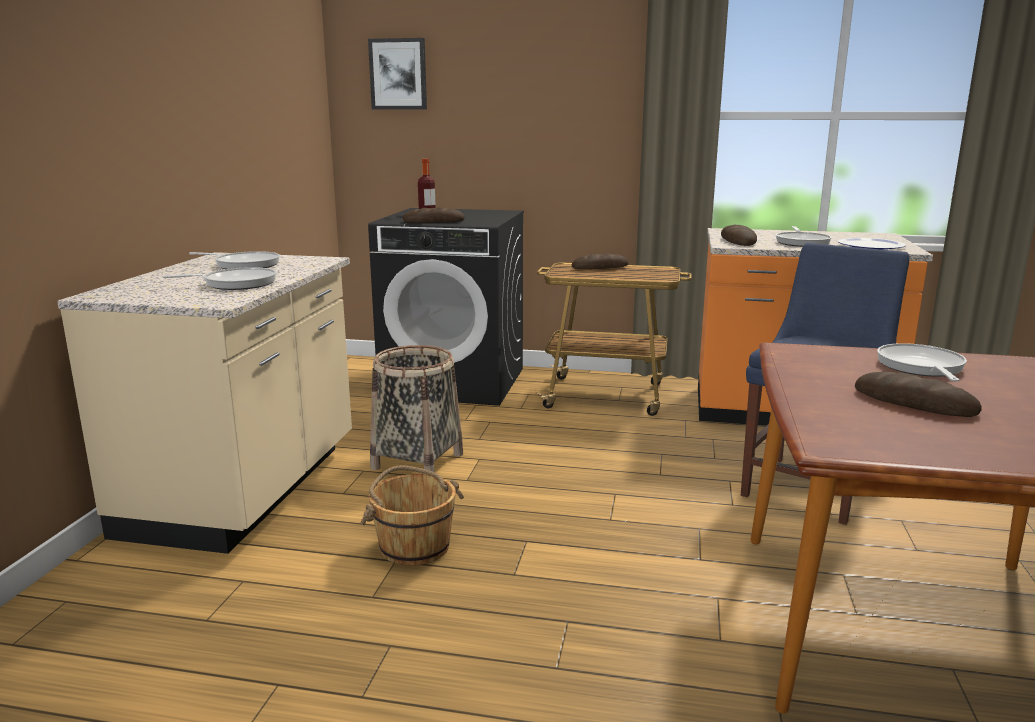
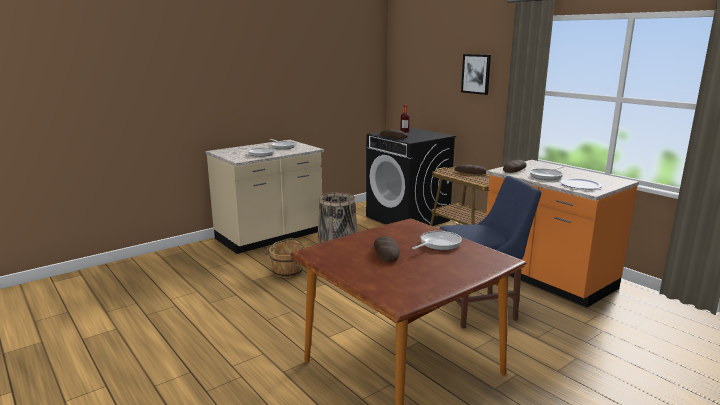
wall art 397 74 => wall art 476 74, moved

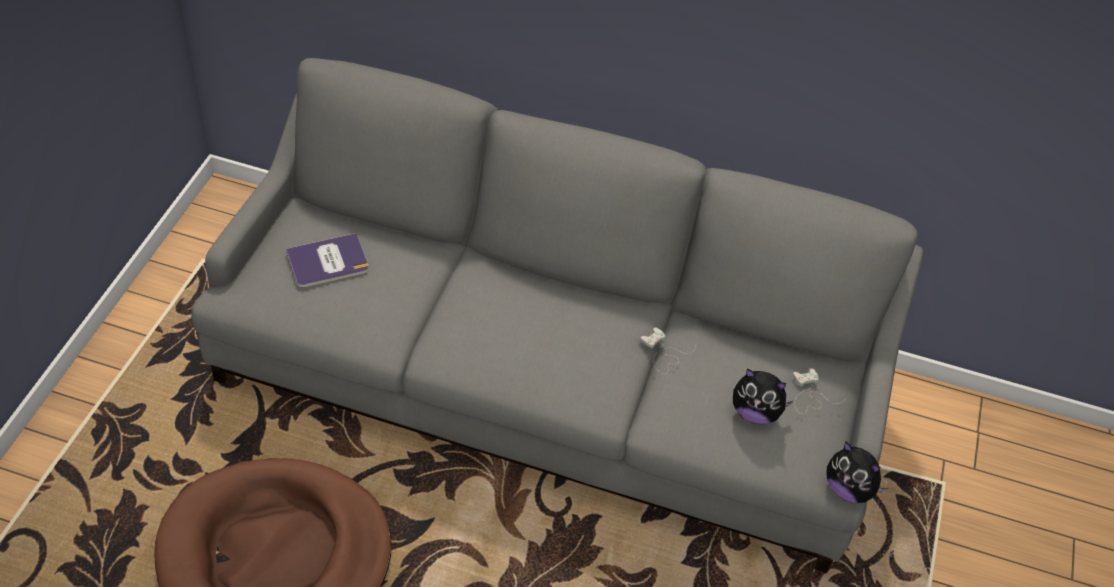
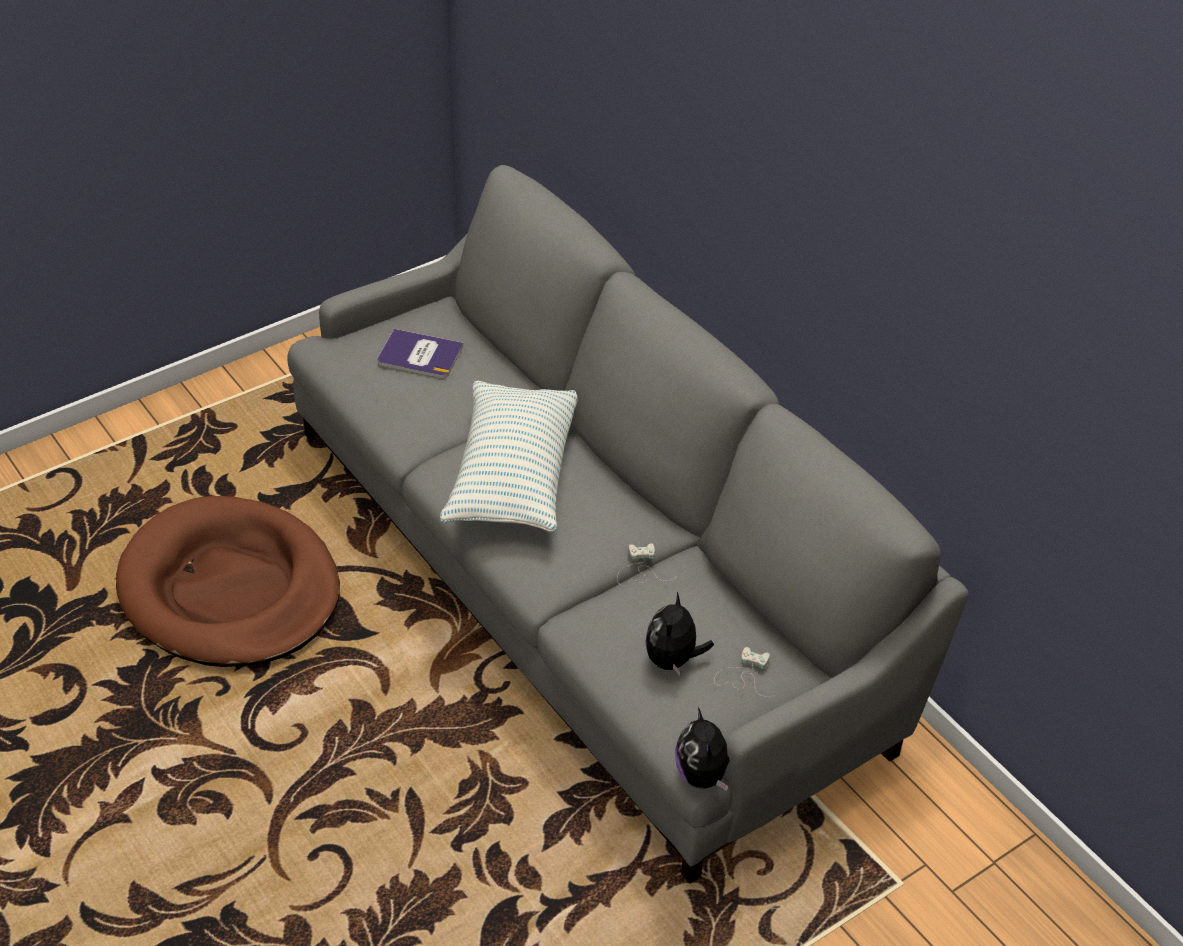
plush toy 763 396 => plush toy 679 634, 45 degrees clockwise
nothing => throw pillow 509 456

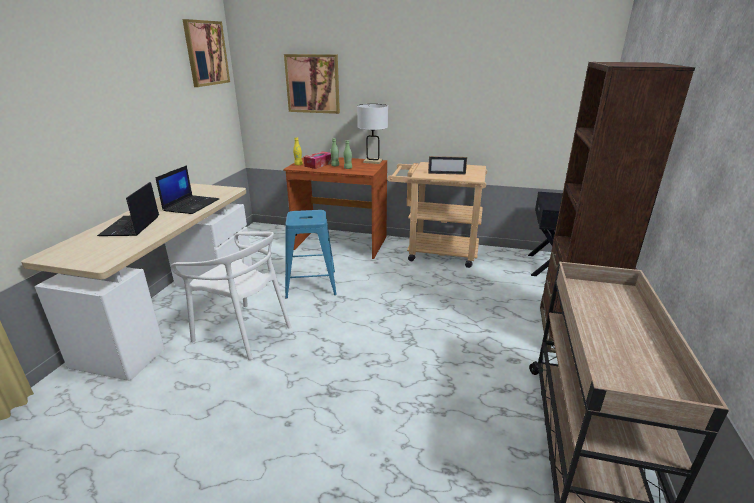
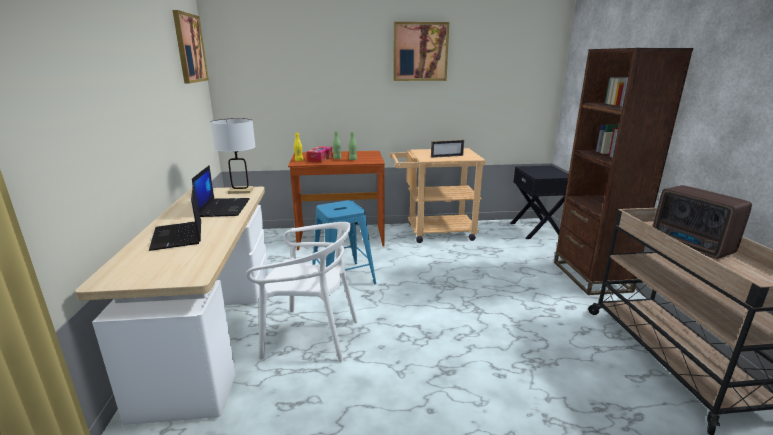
wall art 312 84 => wall art 421 51, moved
tabletop lamp (white-coloured) 372 134 => tabletop lamp (white-coloured) 233 156, moved
nothing => radio 702 222

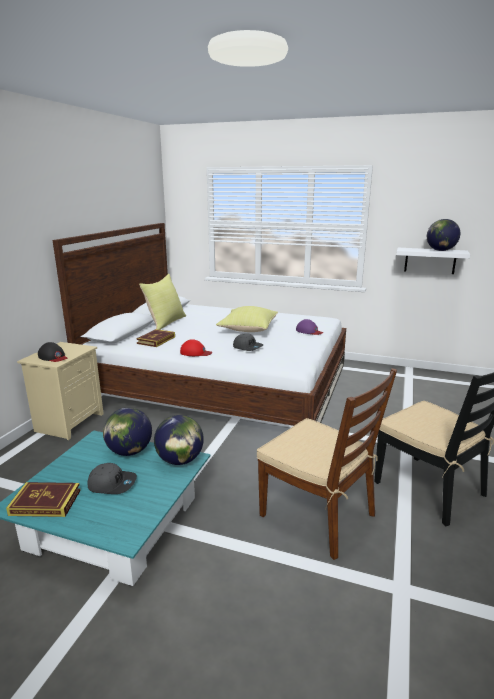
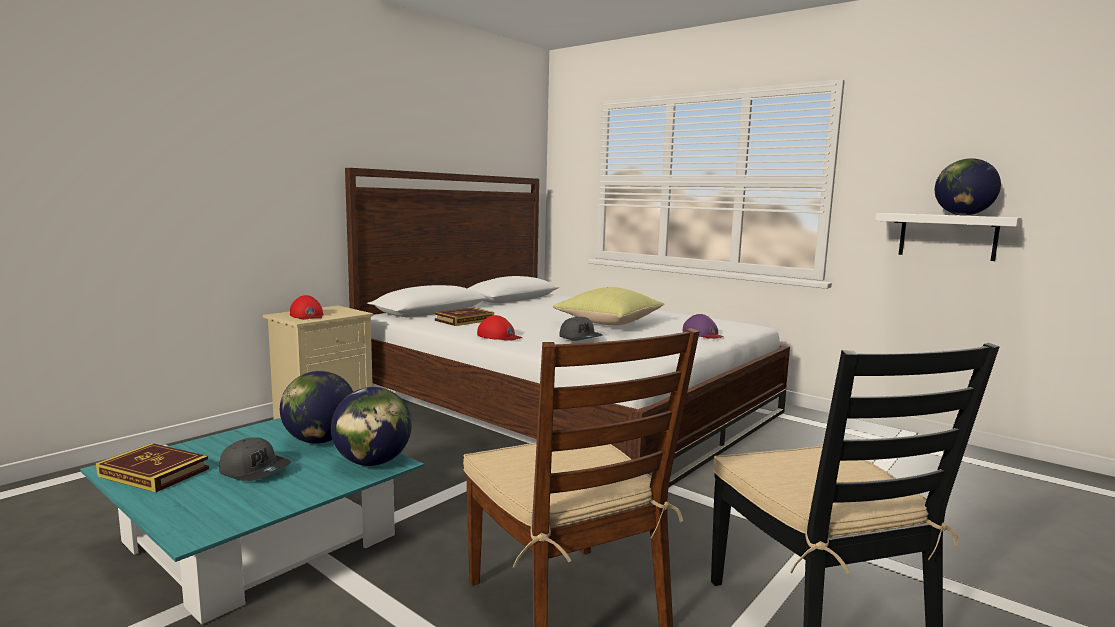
baseball cap (blackish) 52 352 => baseball cap (red-coloured) 306 307
throw pillow (yellow) 162 302 => nothing

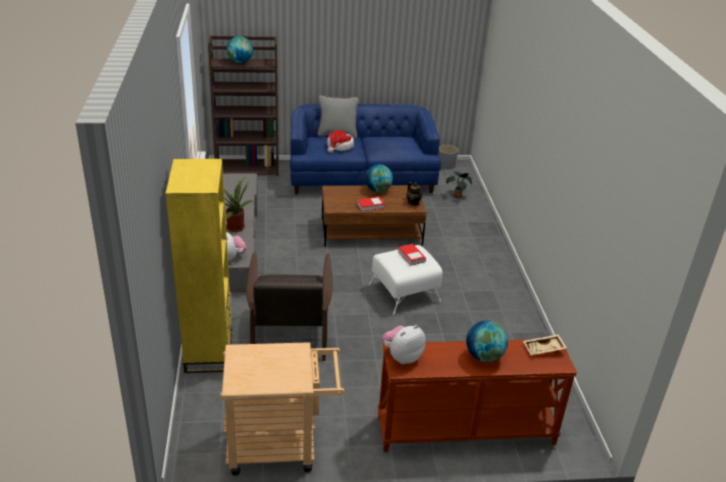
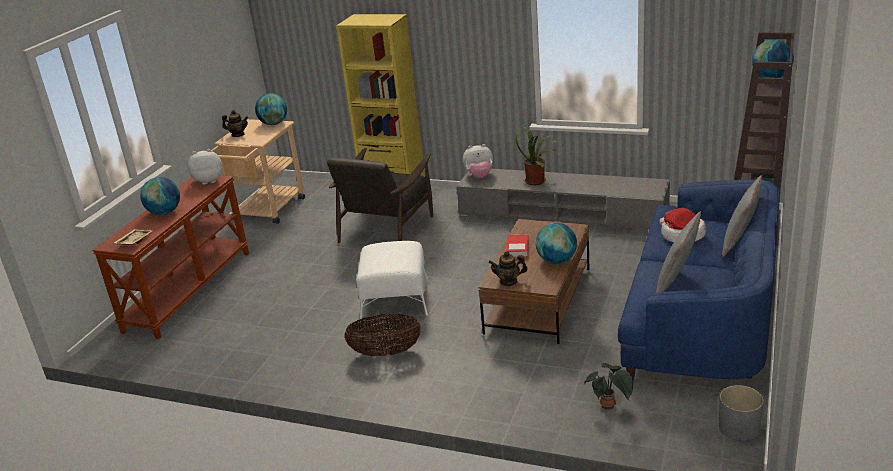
armchair (brown) 289 306 => armchair (brown) 380 195, 90 degrees counterclockwise
plush toy 404 344 => plush toy 205 167, 90 degrees counterclockwise
bound book 412 255 => nothing
nothing => pot for tea 235 123
nothing => world globe 271 109
nothing => household basket 383 335
nothing => throw pillow (gray) 678 252

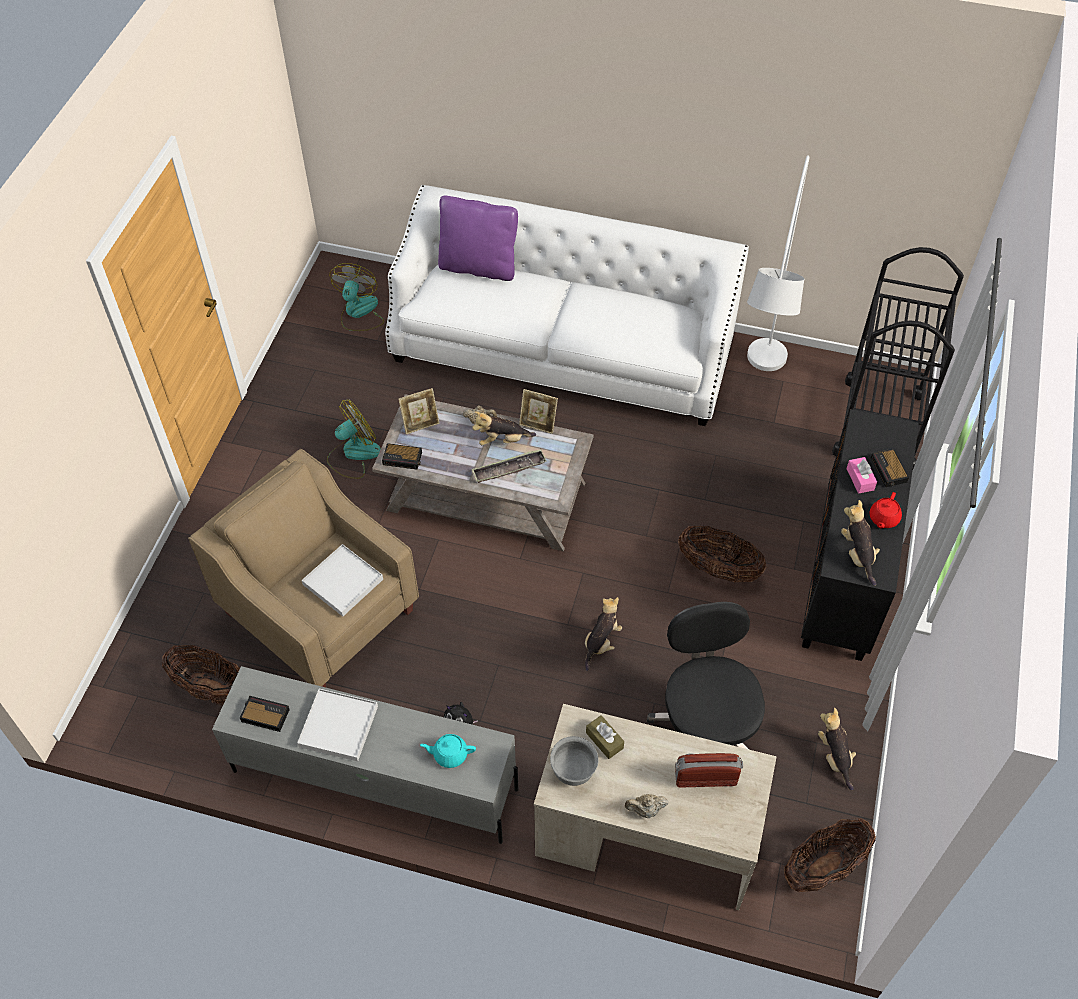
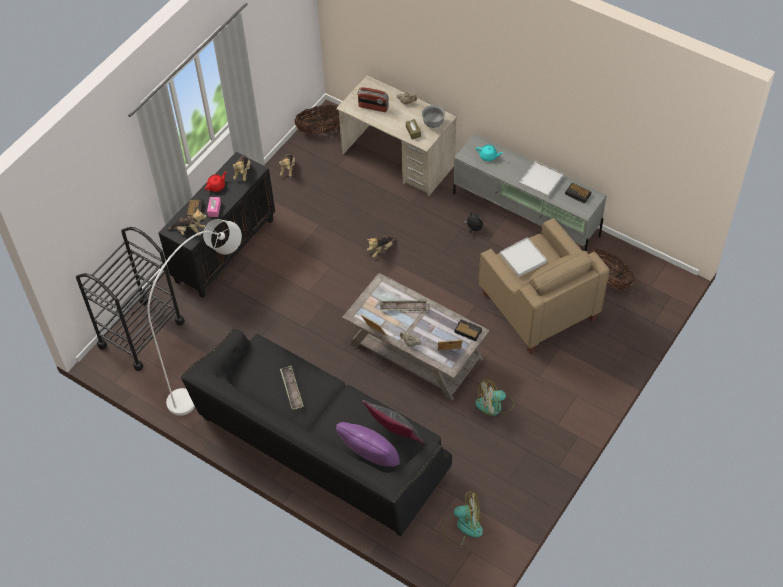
fan 357 297 => fan 463 519, 120 degrees counterclockwise
couch (white-coloured) 567 305 => couch (blackish) 316 432
plush toy 504 428 => plush toy 187 222, moved
desk chair (blackish) 706 675 => nothing
household basket 722 554 => nothing
nothing => tray 292 388
nothing => throw pillow (gray) 393 422

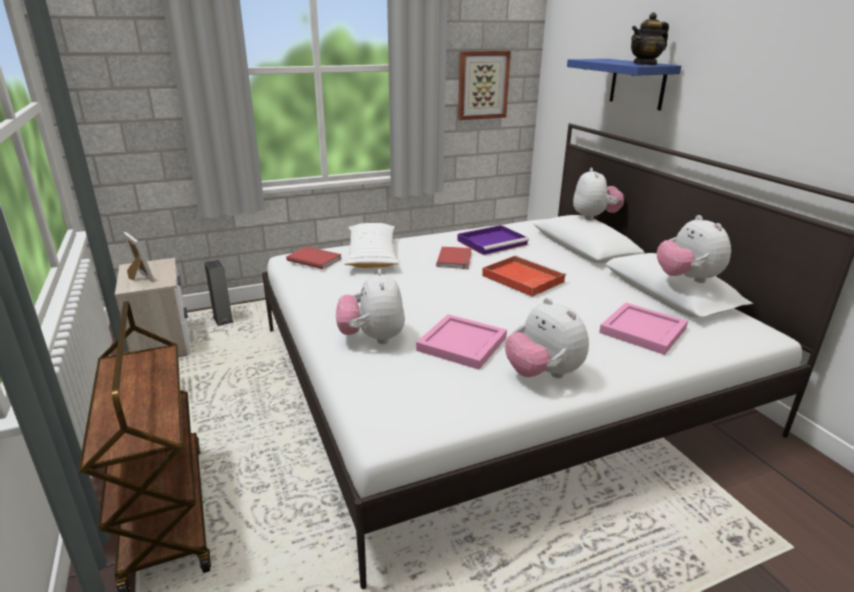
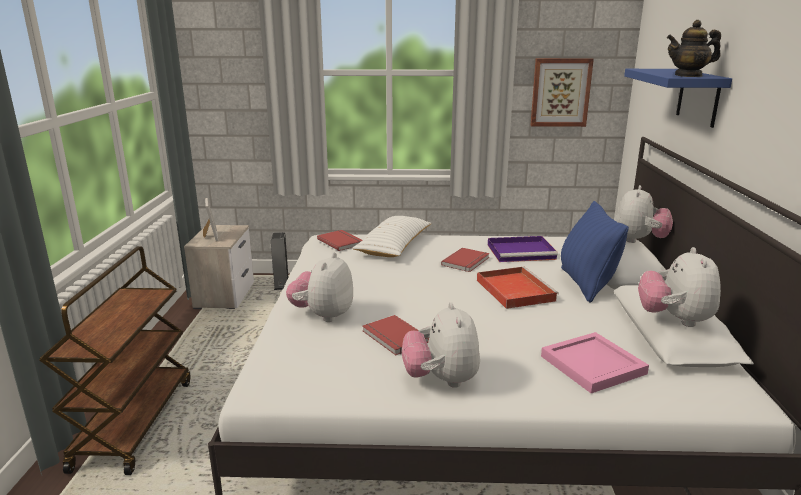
tray (pinkish) 461 342 => bound book (red-coloured) 396 335
nothing => throw pillow (bluish) 595 252

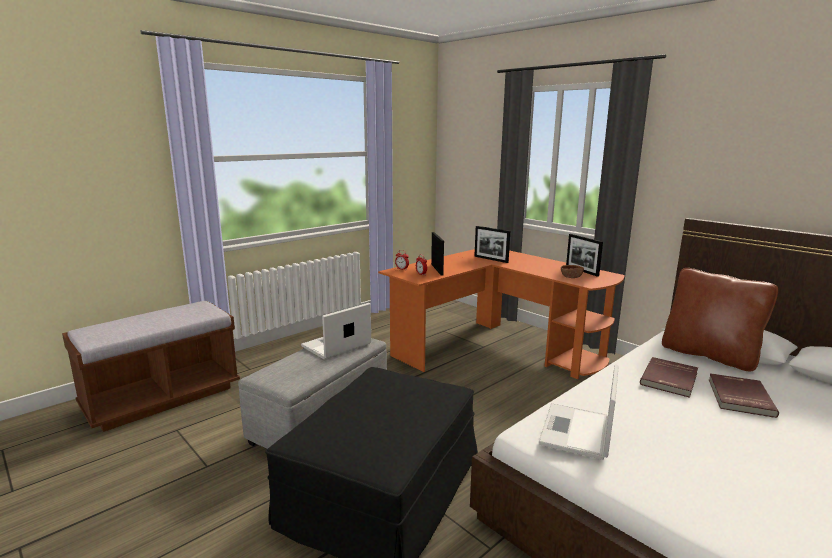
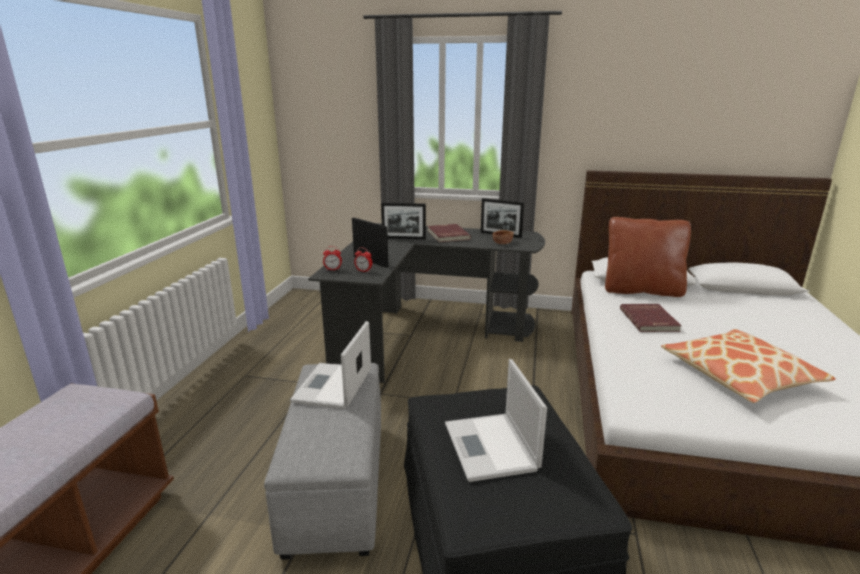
desk table (orangey) 501 314 => desk table (blackish) 426 303
laptop 579 412 => laptop 496 420, moved
bound book (red-coloured) 744 395 => bound book (red-coloured) 449 233, moved
nothing => throw pillow 748 366

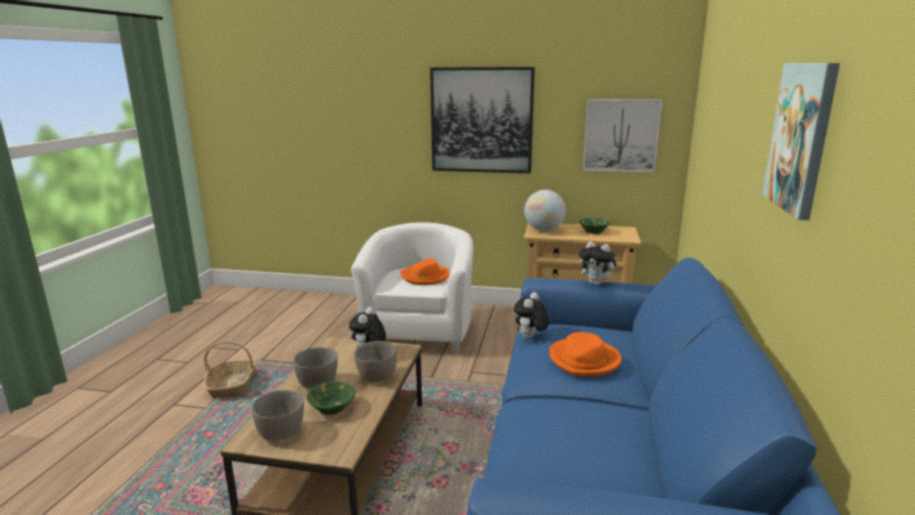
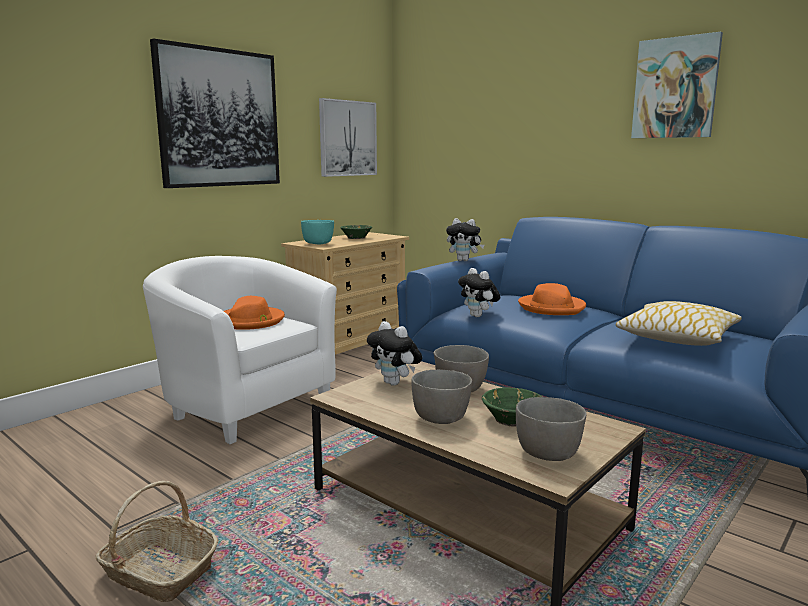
world globe 545 210 => deep dish (turquoise) 317 232
plush toy 598 263 => plush toy 465 239, 45 degrees clockwise
nothing => throw pillow 679 323

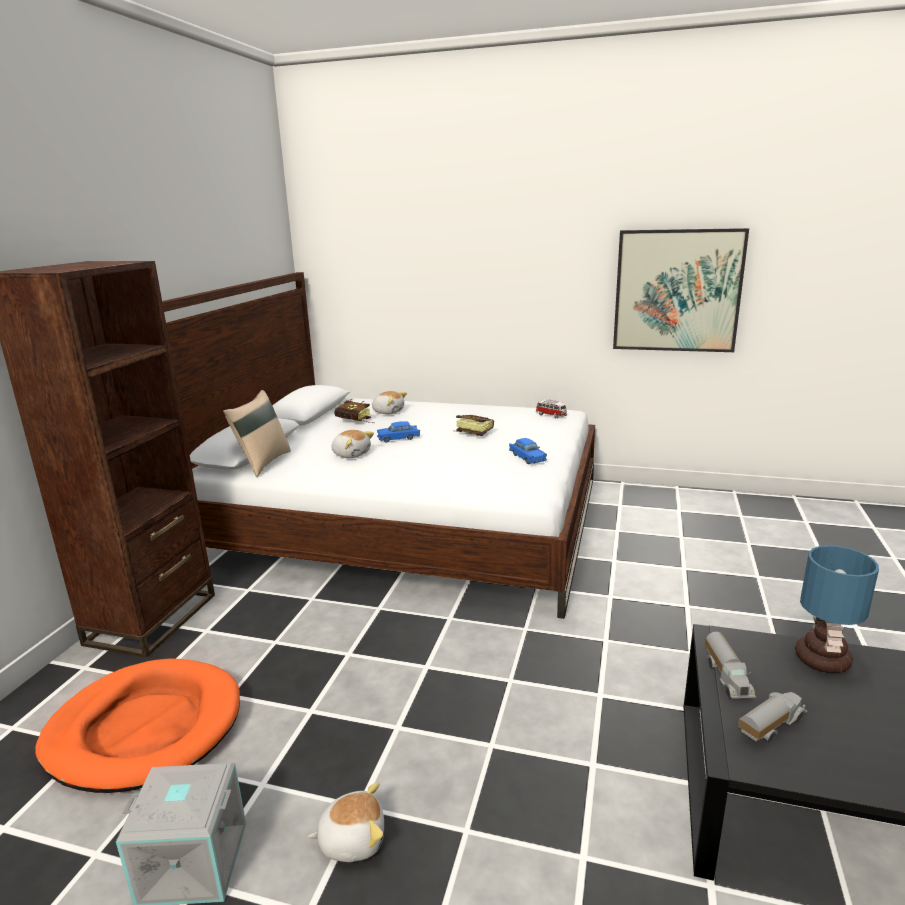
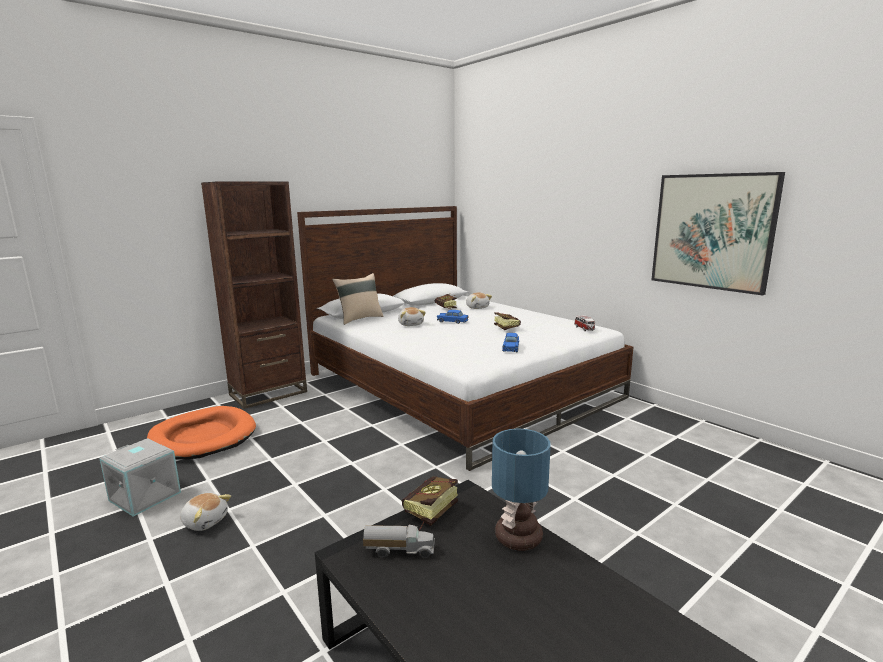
model truck 730 665 => bound book 430 503

